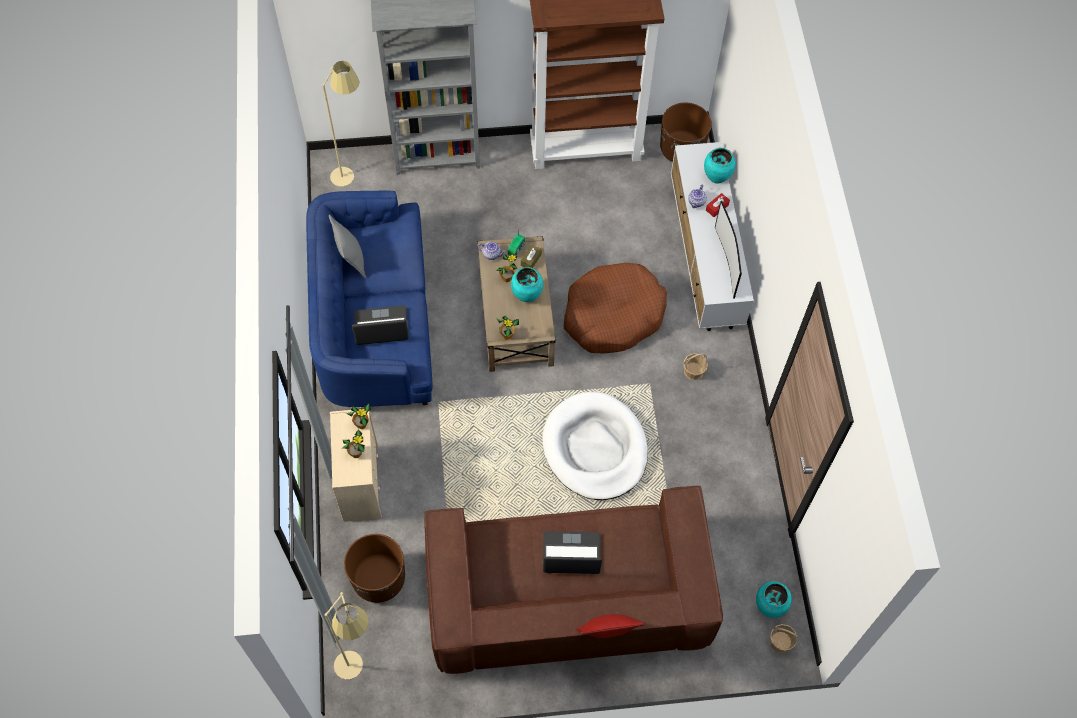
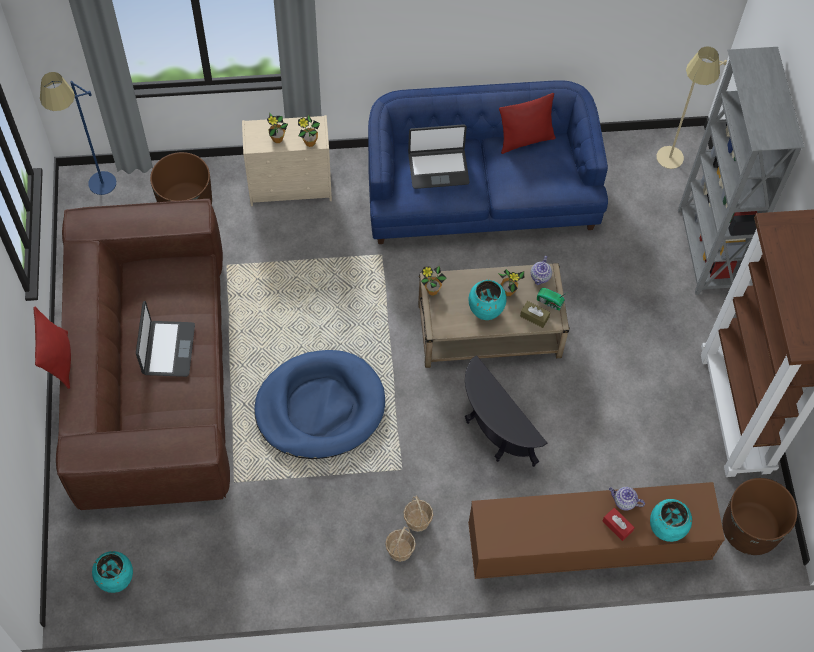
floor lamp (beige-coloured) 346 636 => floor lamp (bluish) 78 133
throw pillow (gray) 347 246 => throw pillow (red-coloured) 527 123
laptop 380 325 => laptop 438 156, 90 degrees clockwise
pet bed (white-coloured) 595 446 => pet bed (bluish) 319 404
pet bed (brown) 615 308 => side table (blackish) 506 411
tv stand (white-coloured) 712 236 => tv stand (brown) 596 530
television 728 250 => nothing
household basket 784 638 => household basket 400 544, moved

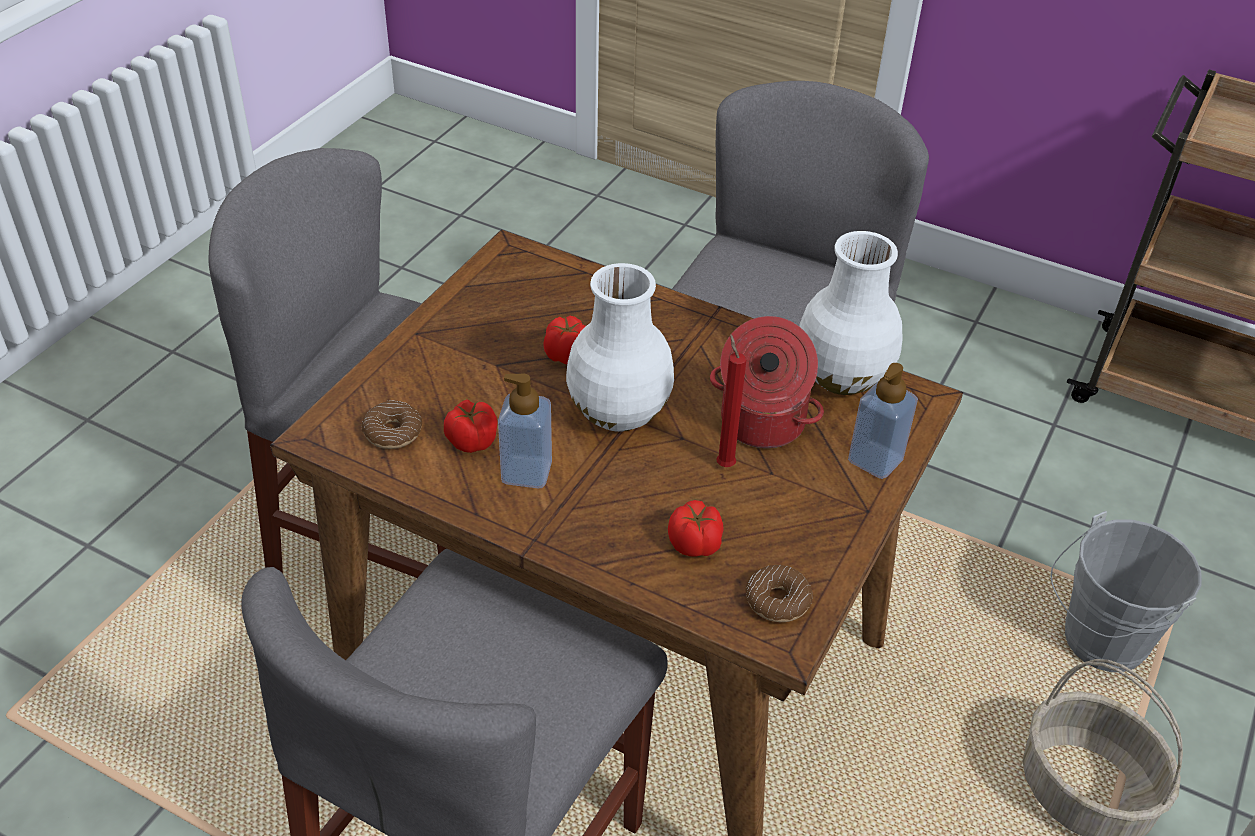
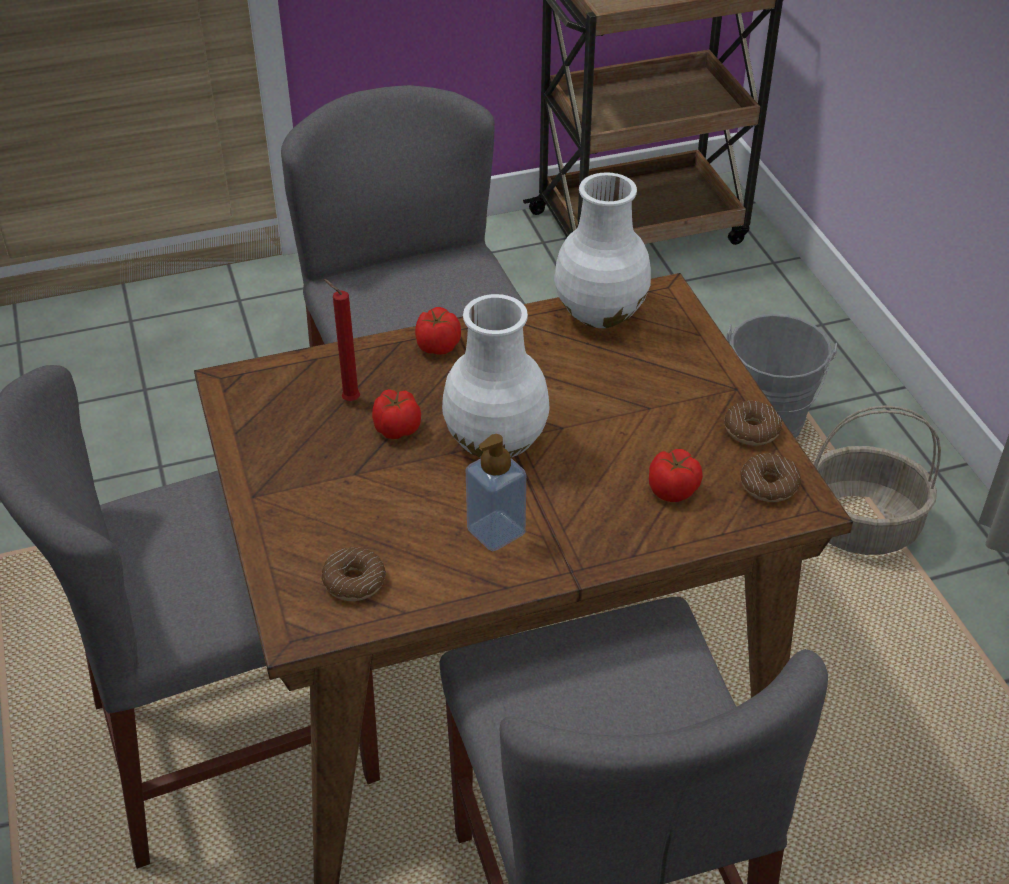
tomato 471 426 => tomato 438 331, moved
saucepot 767 382 => nothing
wax candle (red-coloured) 731 400 => wax candle (red-coloured) 342 340, moved
liquid soap bottle 883 421 => nothing
nothing => doughnut 753 423

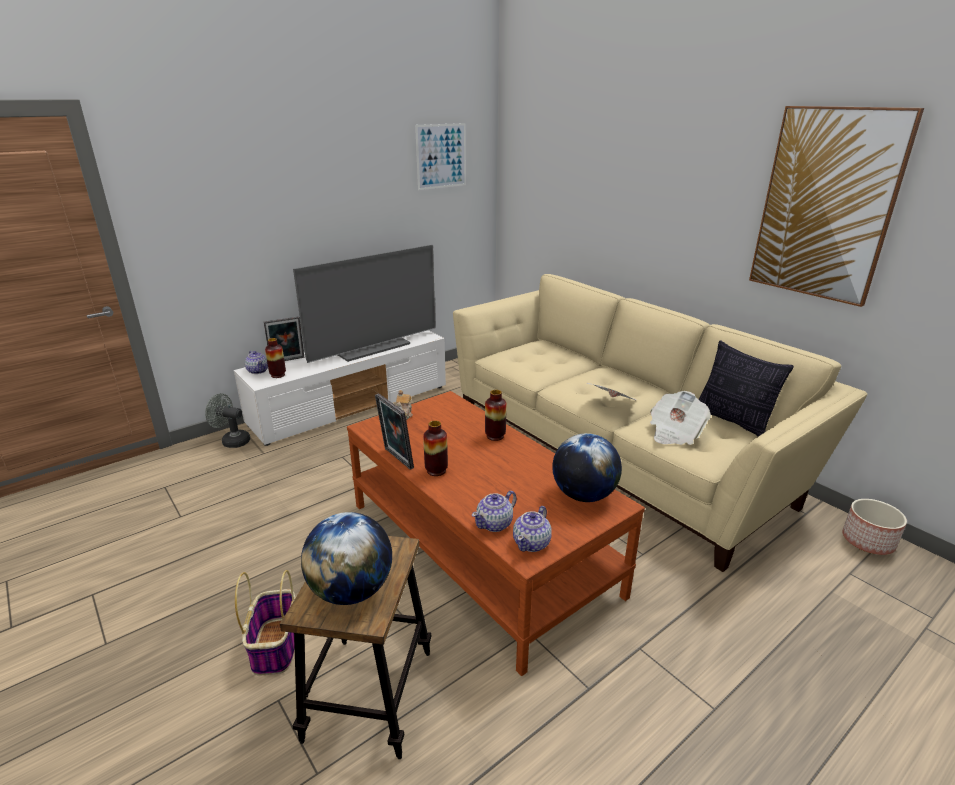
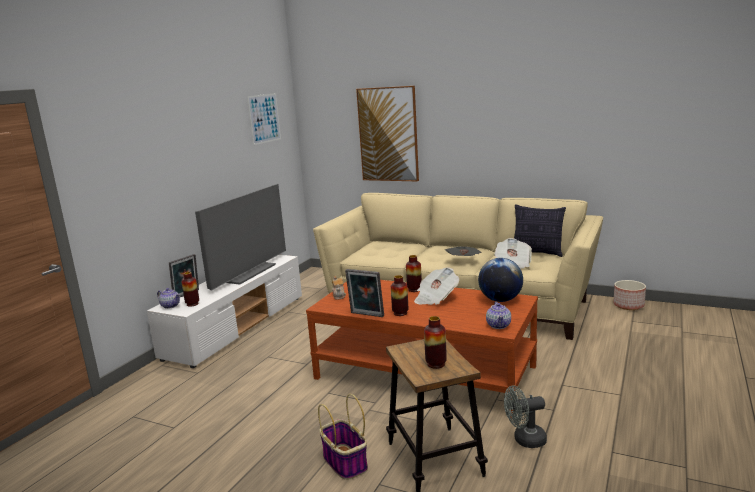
fan (gray) 227 420 => fan (gray) 525 416, moved
world globe 346 558 => decorative vase 435 342
pot for tea 494 511 => nothing
wall art 836 206 => wall art 387 134, moved
nothing => daily paper 436 286

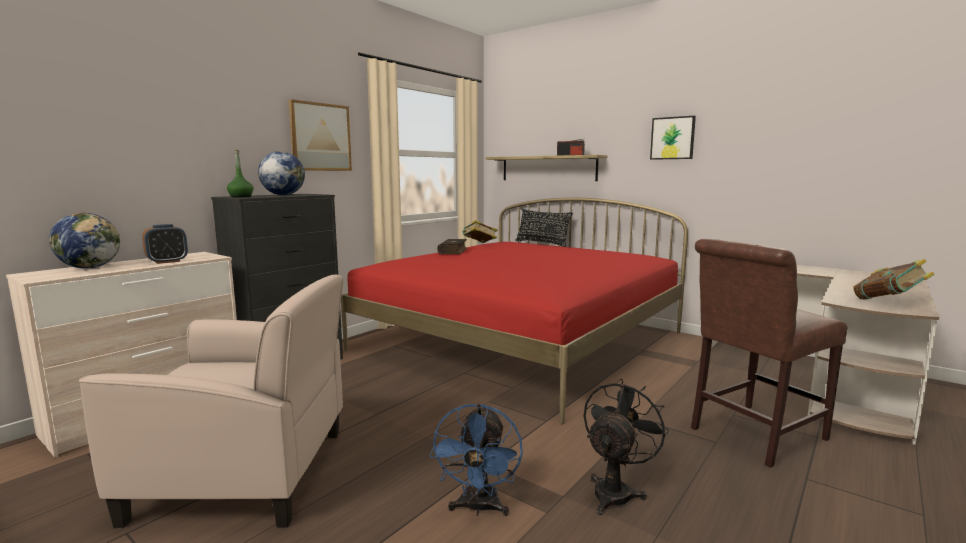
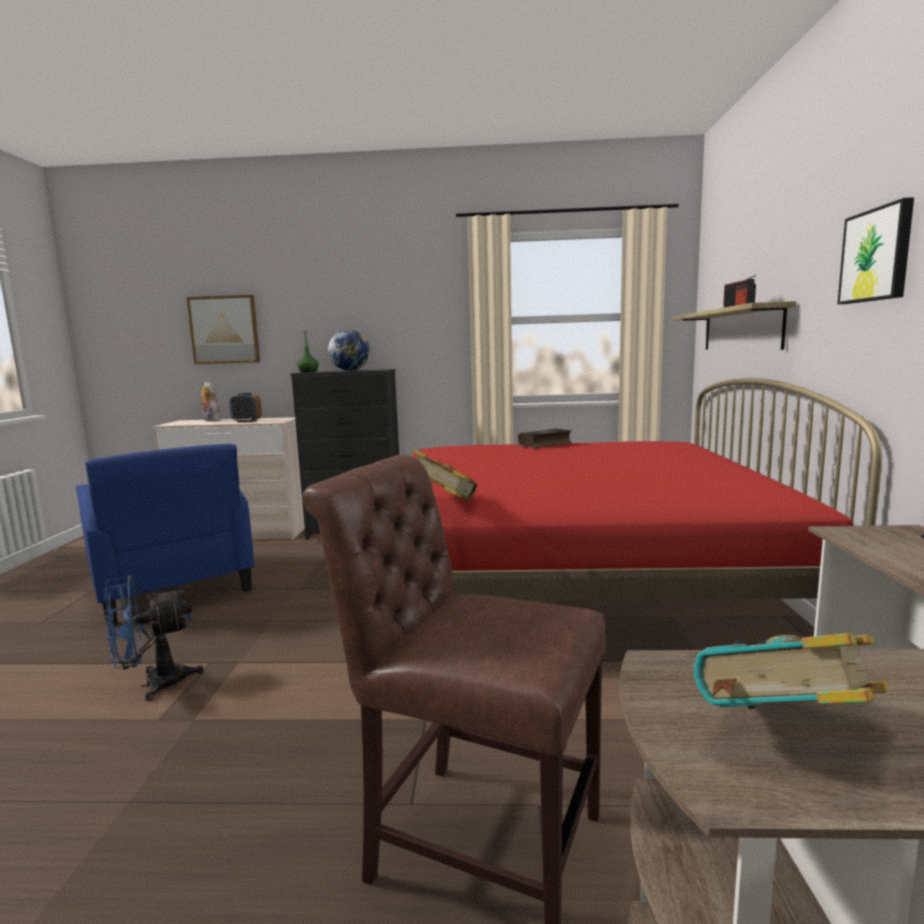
world globe 84 241 => plush toy 210 402
armchair (beige-coloured) 211 401 => armchair (bluish) 165 535
wall art 320 135 => wall art 223 329, moved
bound book 480 231 => bound book 445 474, moved
throw pillow (blackish) 544 228 => nothing
fan (blackish) 626 447 => nothing

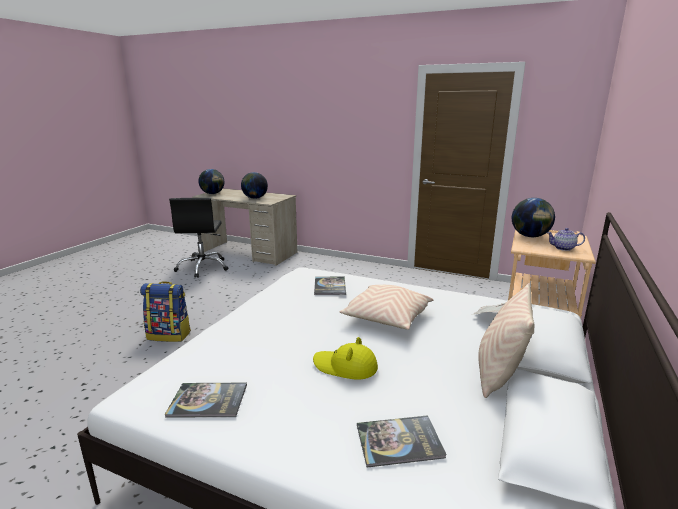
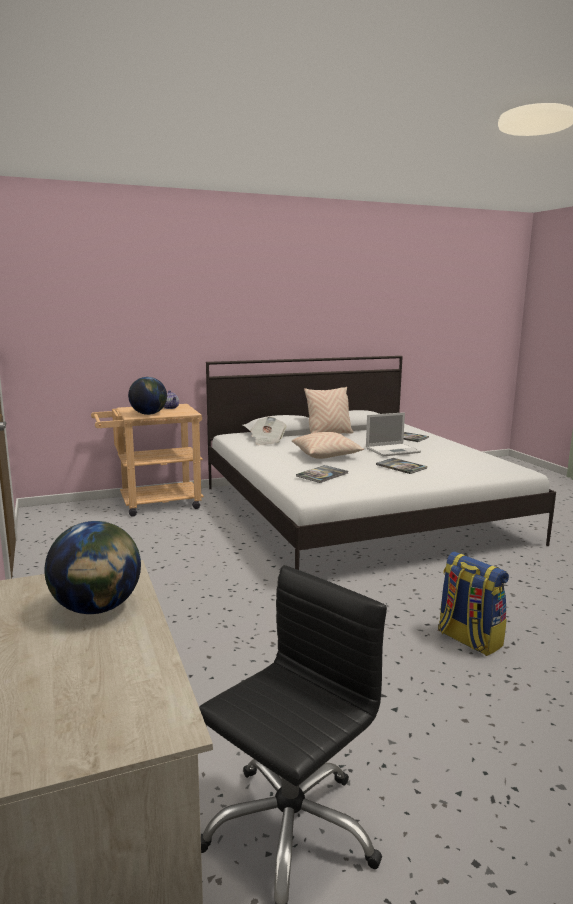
bound book 206 400 => bound book 401 466, moved
world globe 211 181 => nothing
clothing hat (yellow) 345 358 => laptop 393 434

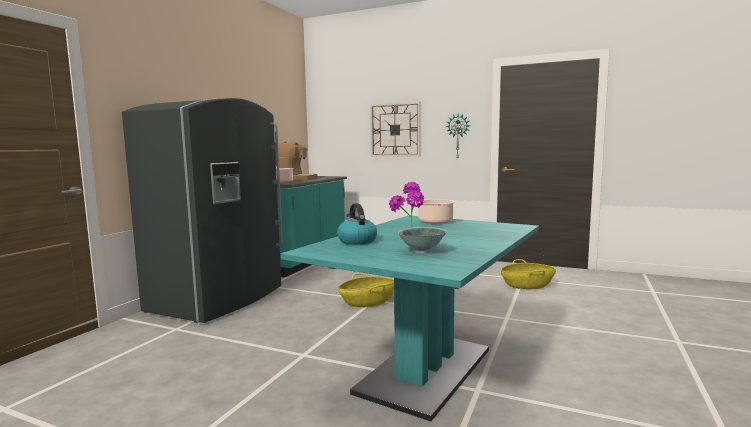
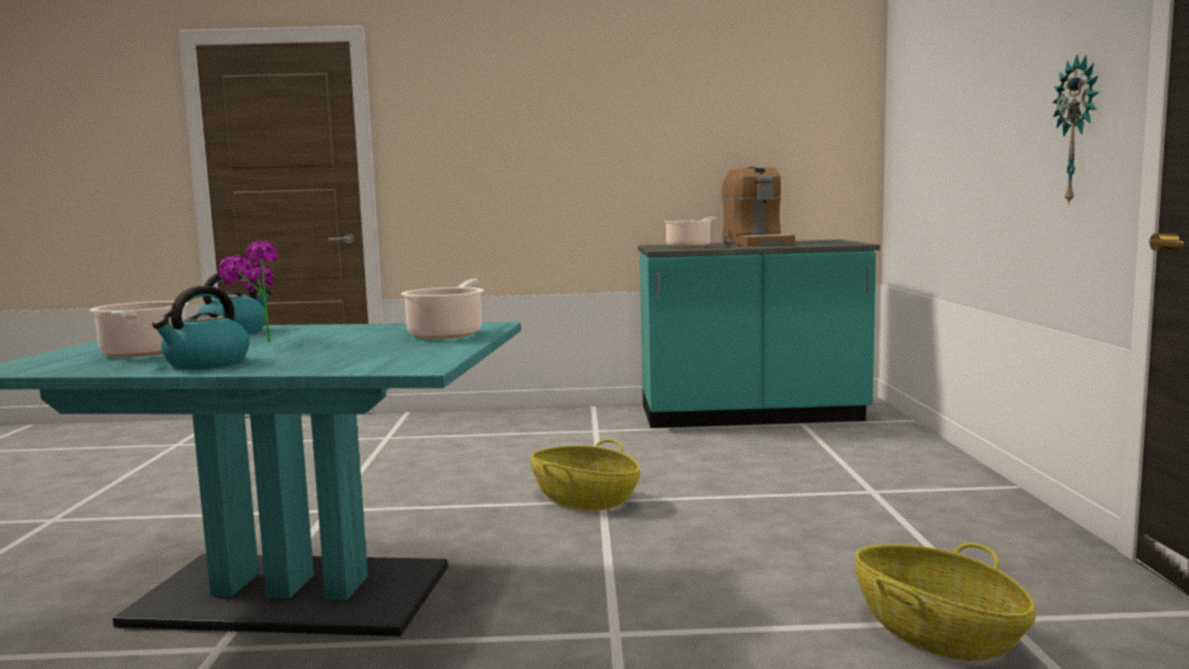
refrigerator (gray) 202 210 => nothing
clock on the wall 395 129 => nothing
deep dish 422 240 => saucepot 139 329
nothing => tea kettle 201 327

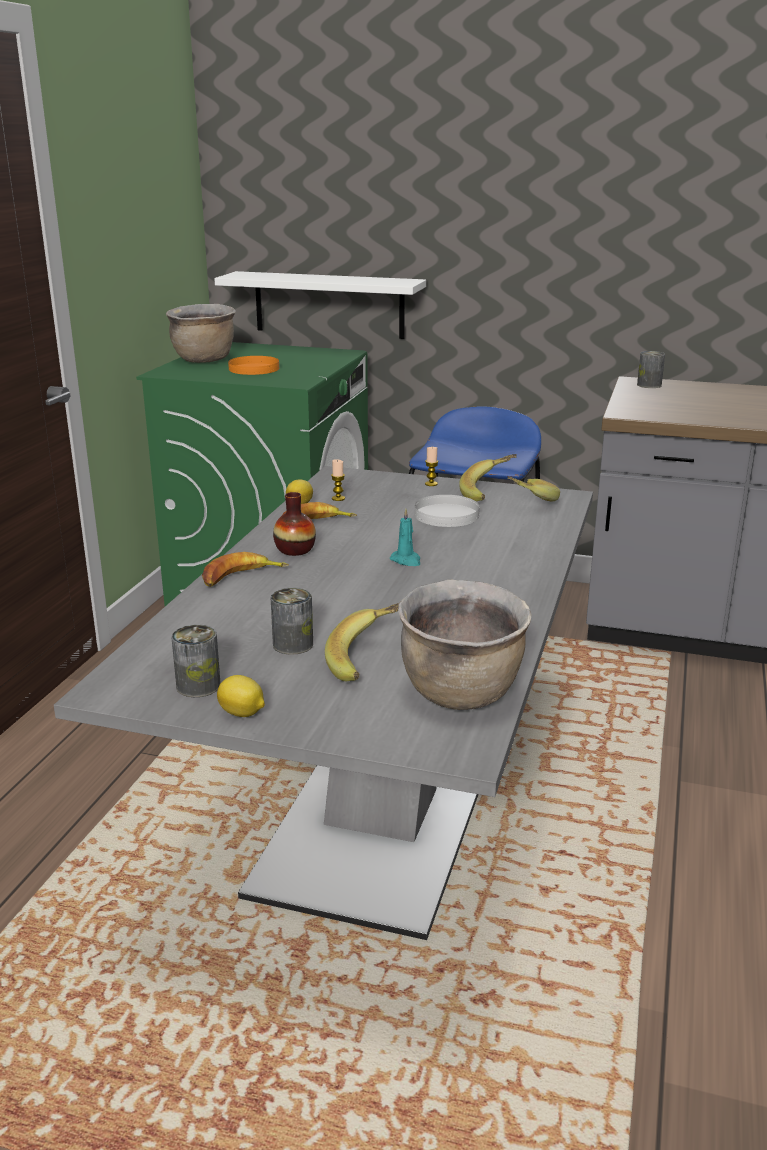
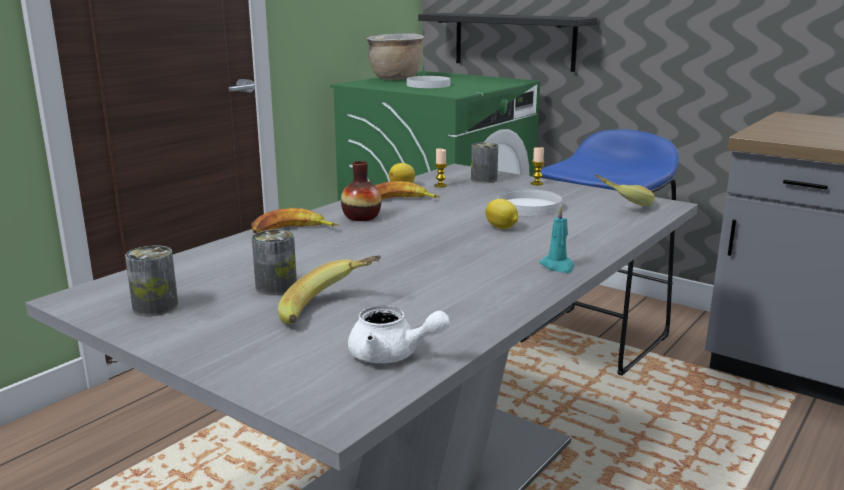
bracket shelf (white-coloured) 320 305 => bracket shelf (blackish) 507 42
whole lemon 241 696 => whole lemon 501 214, moved
flat dish (orangey) 253 365 => flat dish (white-coloured) 428 82
wax candle (turquoise) 405 537 => wax candle (turquoise) 557 239, moved
saucepot (brown) 465 645 => pot for tea (white-coloured) 399 334
banana 488 478 => nothing
metal can 651 369 => metal can 484 162, moved

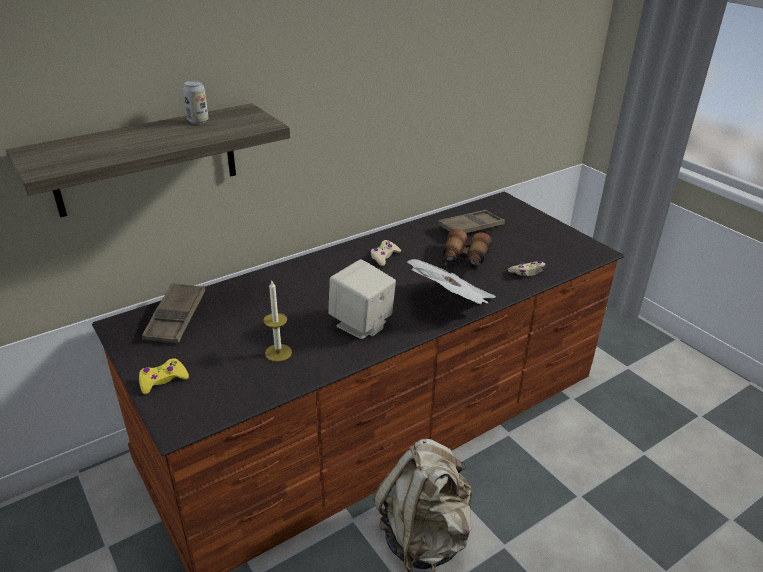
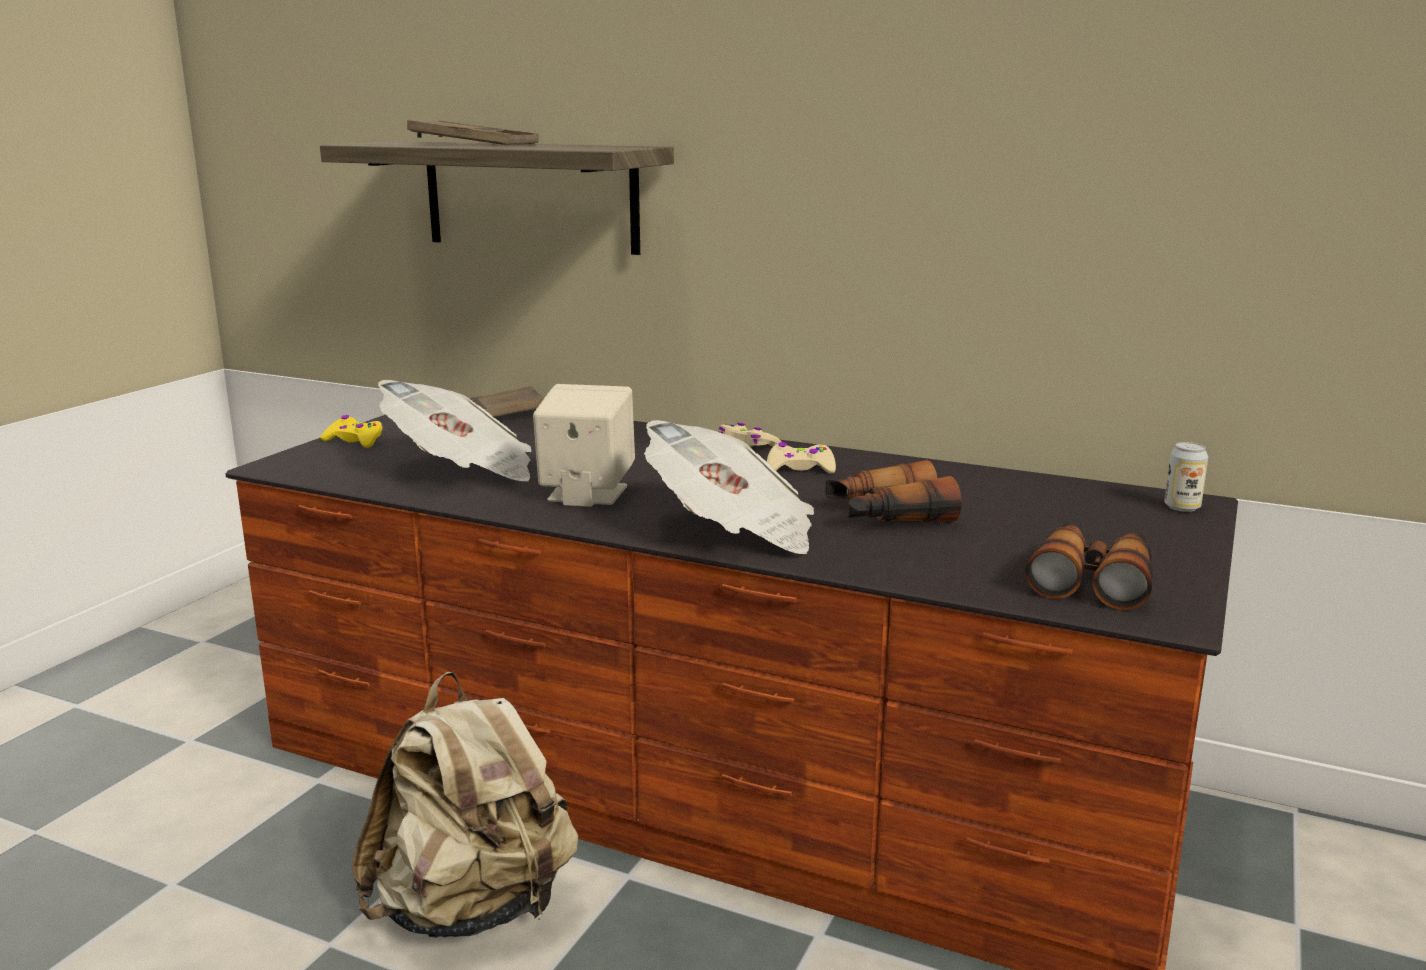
metal can 196 102 => metal can 1186 477, moved
wax candle 278 321 => daily paper 455 430
tray (brown) 471 221 => tray (brown) 473 132, moved
game controller (beige-coloured) 527 268 => game controller (beige-coloured) 750 435, moved
nothing => binoculars 1089 566

